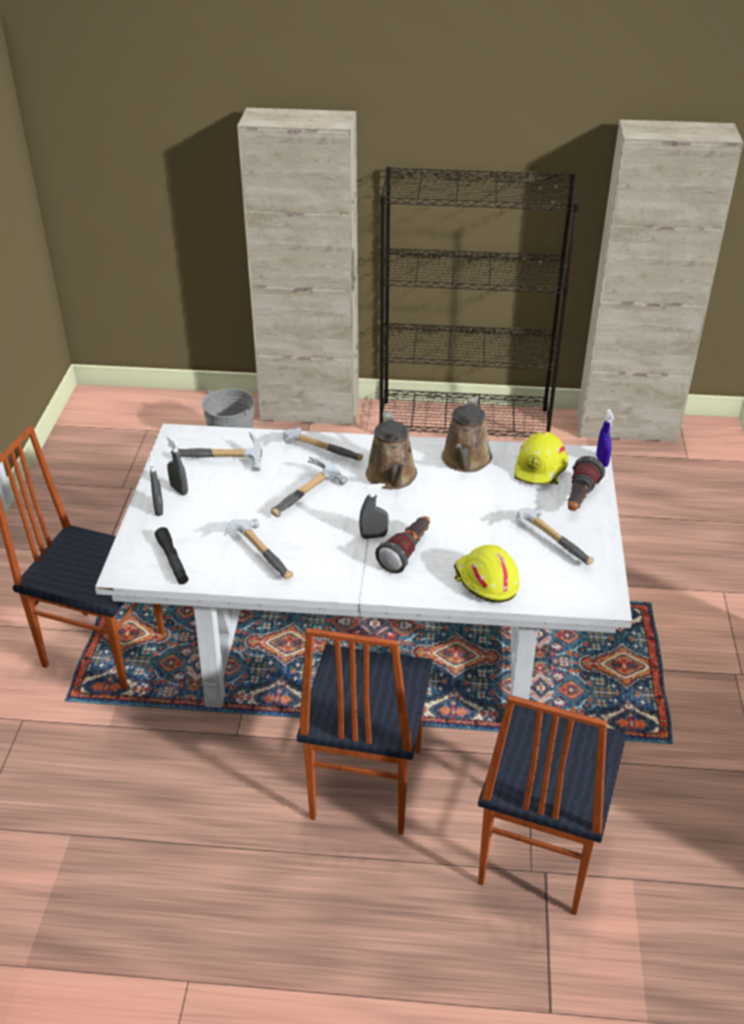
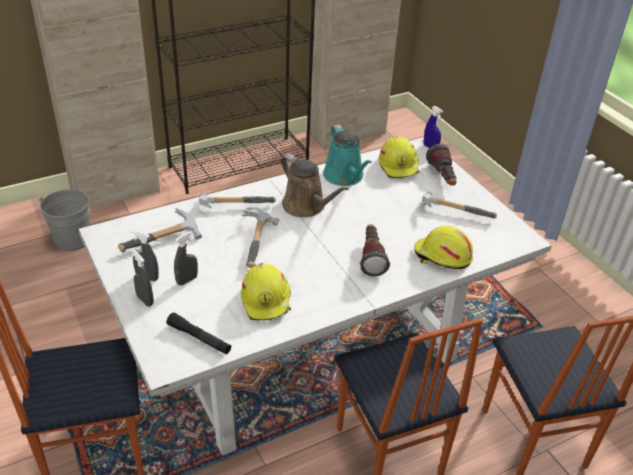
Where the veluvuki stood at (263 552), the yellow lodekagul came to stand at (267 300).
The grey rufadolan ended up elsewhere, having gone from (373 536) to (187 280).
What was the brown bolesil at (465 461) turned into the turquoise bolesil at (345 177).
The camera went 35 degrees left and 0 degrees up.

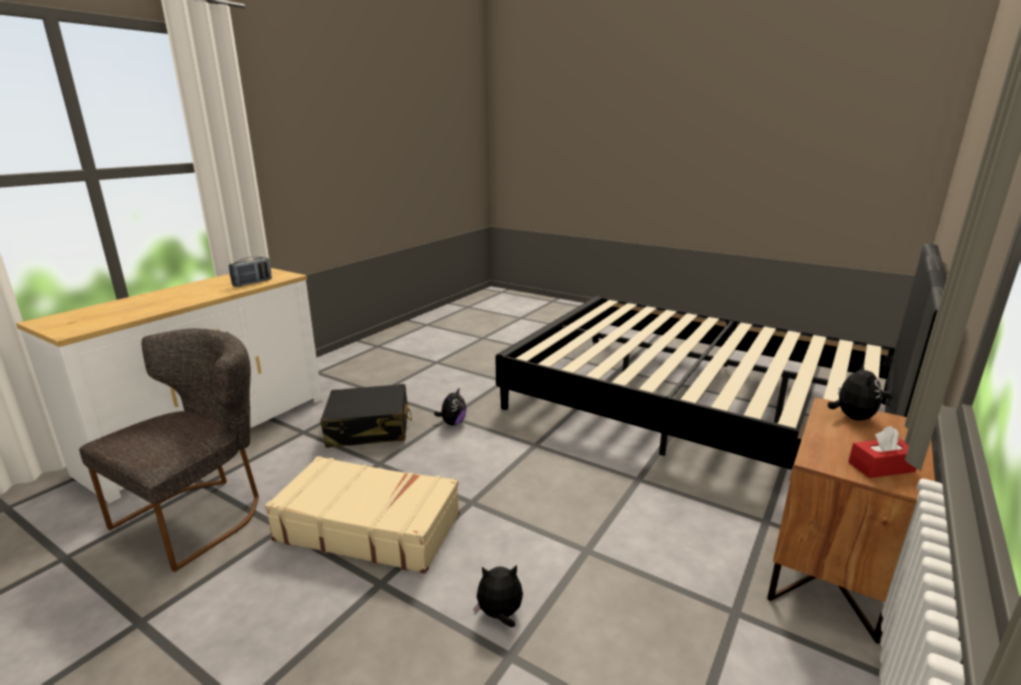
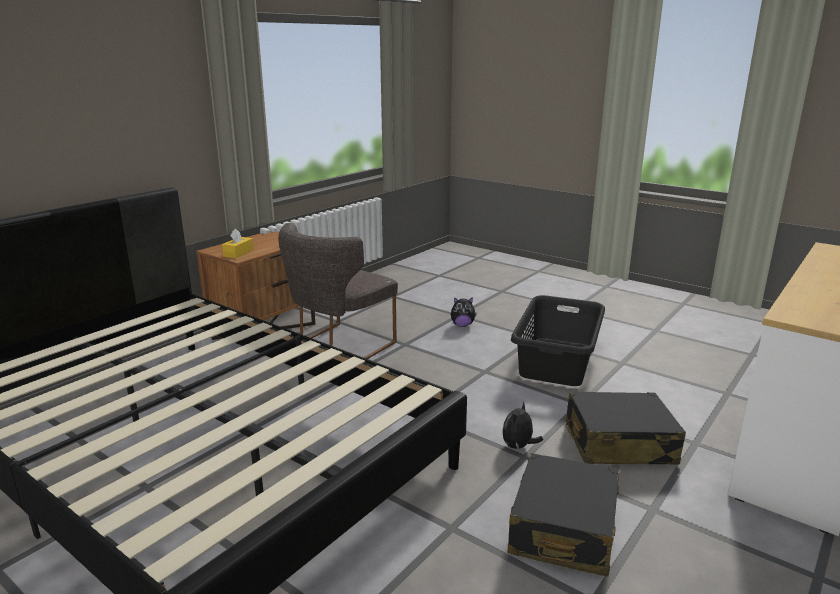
The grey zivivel ended up elsewhere, having gone from (200 514) to (339 347).
The second view lost the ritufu at (252 283).
Where the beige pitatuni stood at (369 526), the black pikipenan came to stand at (558 361).
Where the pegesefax stood at (851 417), the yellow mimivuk came to stand at (238 253).
The second view lost the red mimivuk at (881 467).
The second view gained the black pitatuni at (563 529).
The camera went 175 degrees left and 0 degrees up.

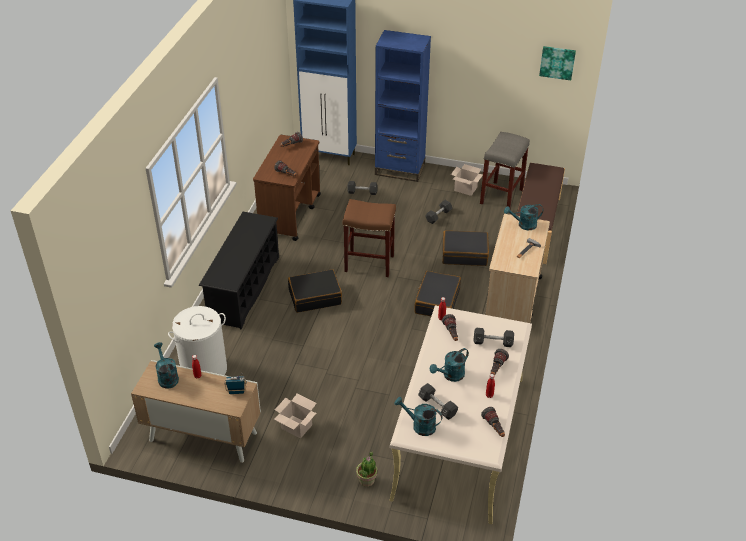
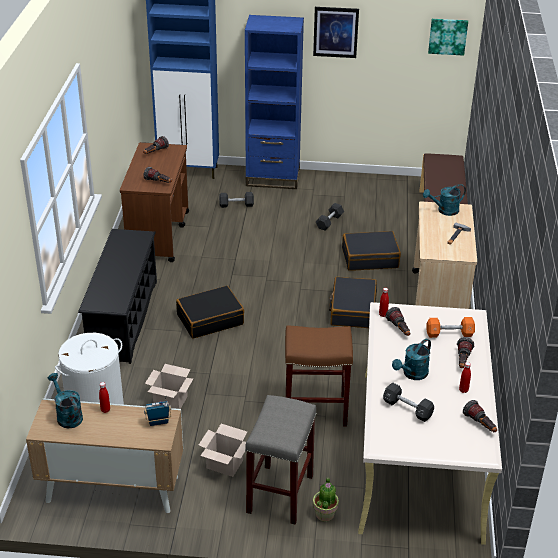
The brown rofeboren ended up elsewhere, having gone from (370 263) to (316 409).
The second view lost the turquoise bolesil at (419 426).
The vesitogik ended up elsewhere, having gone from (466 189) to (171 400).
What was the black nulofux at (493 342) turned into the orange nulofux at (449 334).
The grey rofeboren ended up elsewhere, having gone from (501 197) to (280 495).
The second view gained the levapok at (335 32).
The camera went 10 degrees left and 5 degrees down.

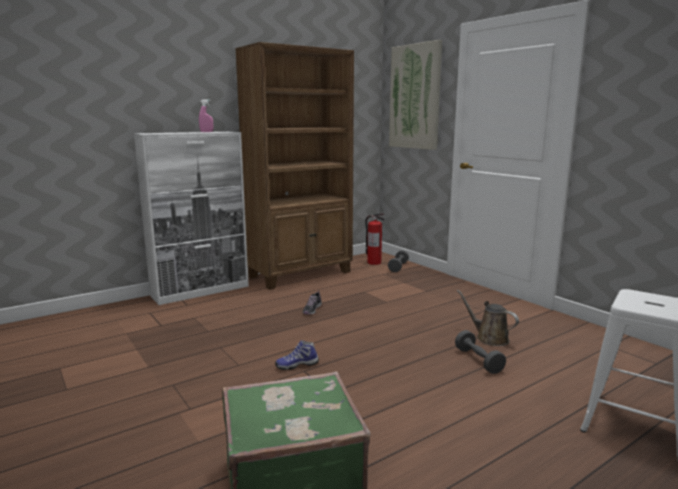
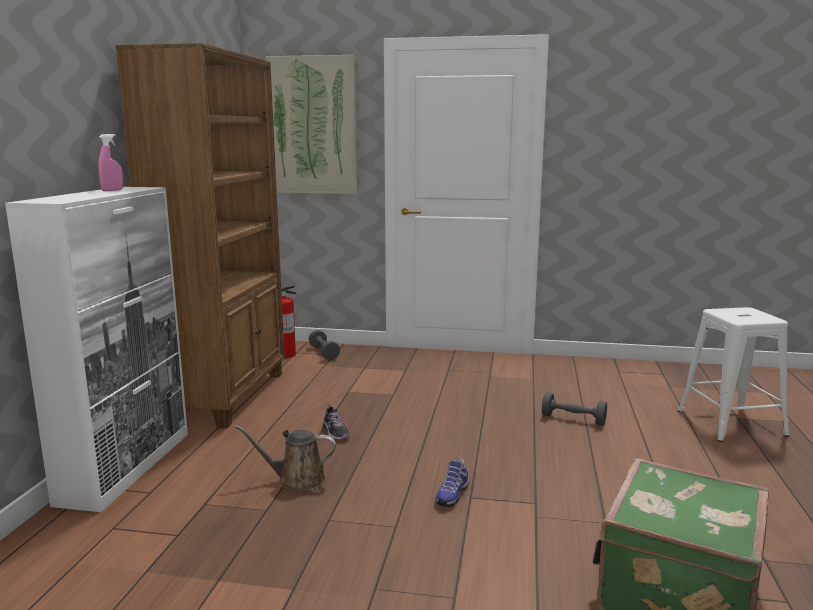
The brown bolesil ended up elsewhere, having gone from (489 338) to (297 480).
The camera went 45 degrees left and 0 degrees up.

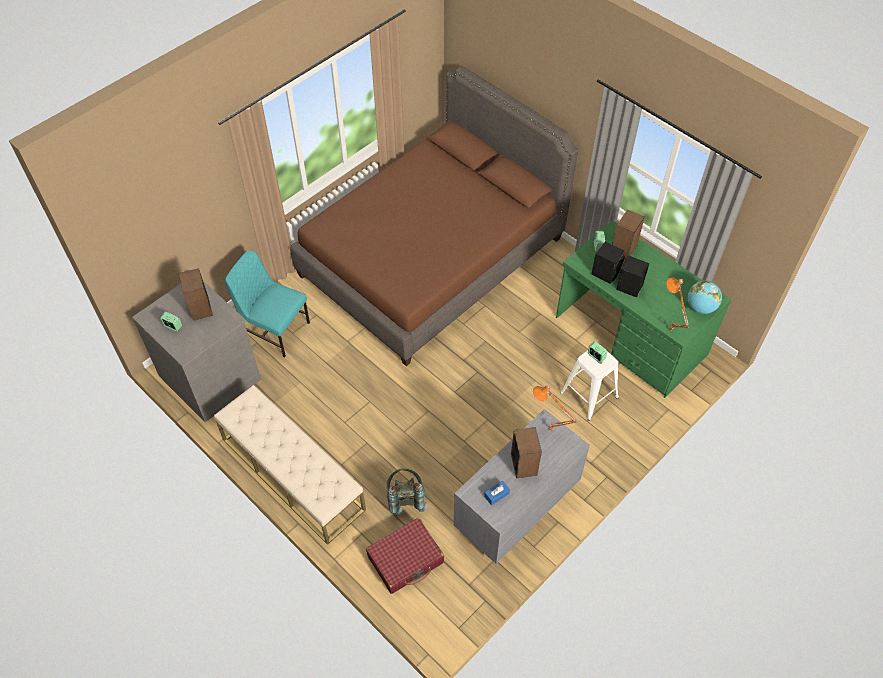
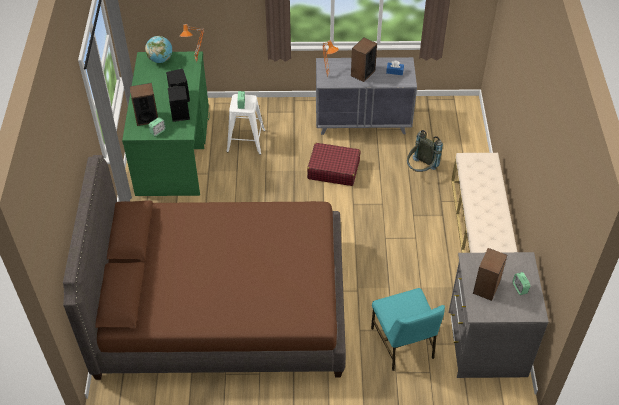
The red pitatuni ended up elsewhere, having gone from (406 559) to (333 169).
The camera went 135 degrees left and 5 degrees down.

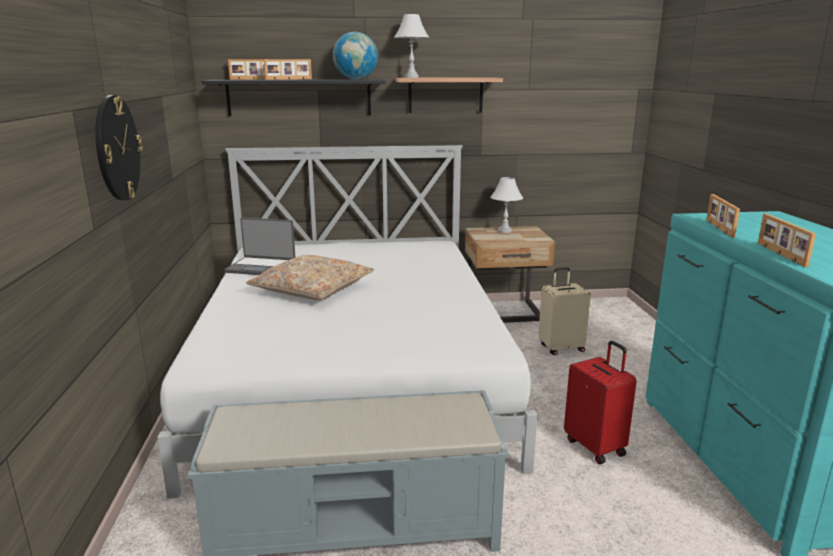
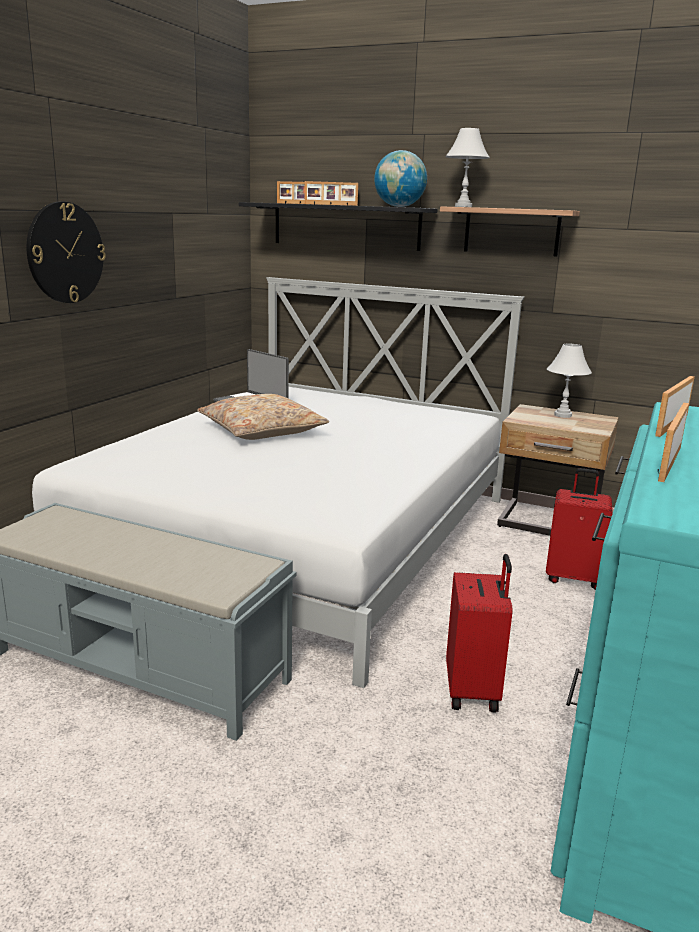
What was the beige pitatuni at (561 348) turned into the red pitatuni at (573 578).
The camera went 30 degrees right and 0 degrees up.

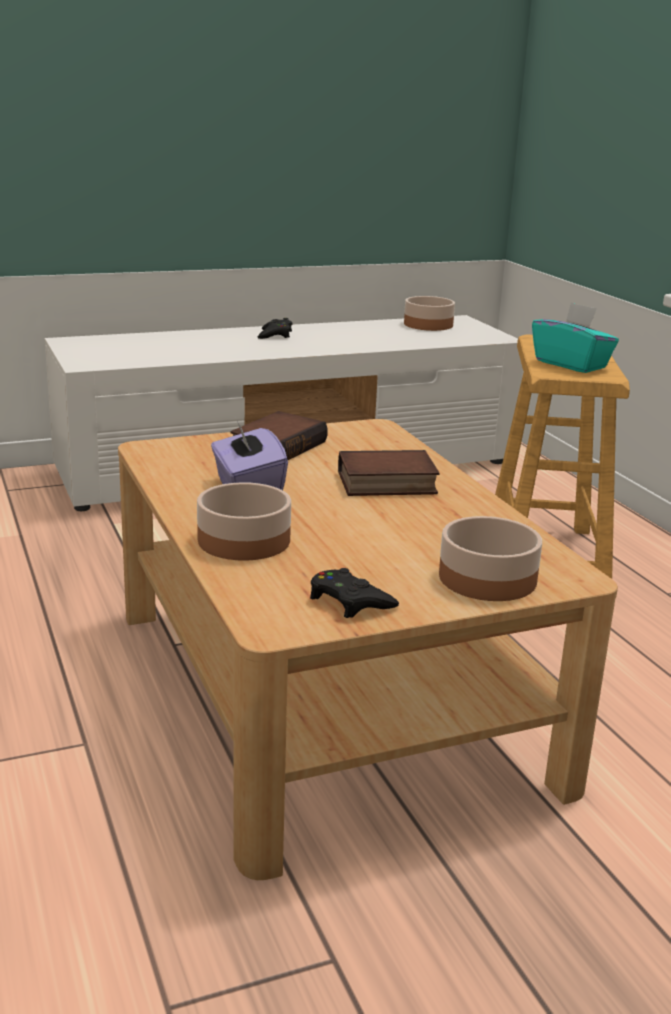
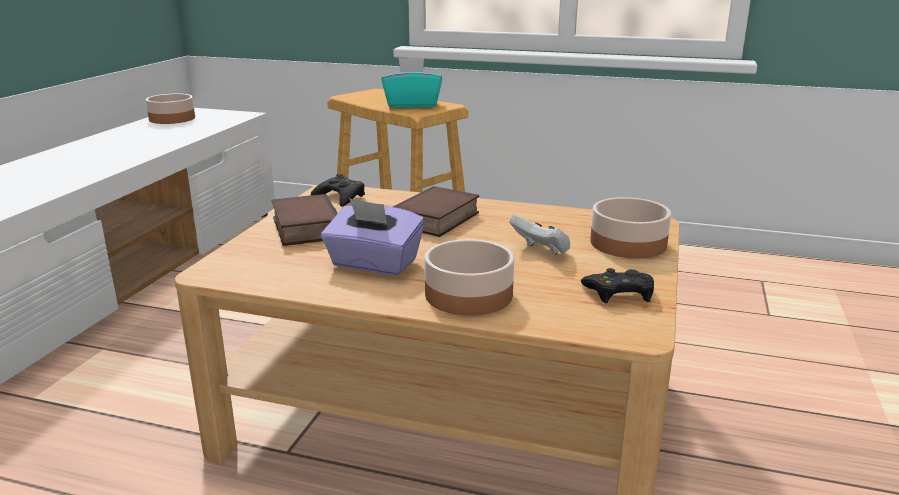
The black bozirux ended up elsewhere, having gone from (275 335) to (340 197).
The second view gained the white bozirux at (541 250).
The camera went 50 degrees left and 0 degrees up.

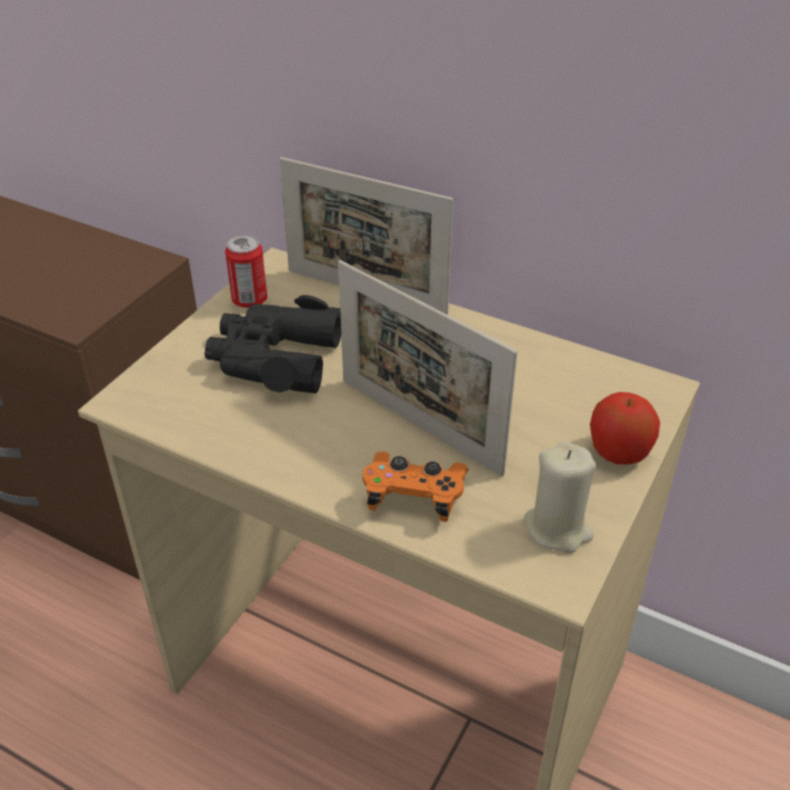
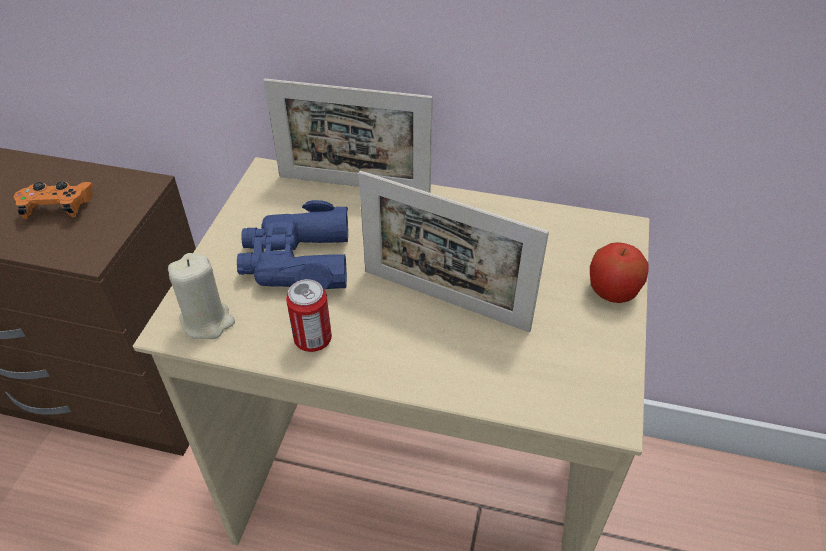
What was the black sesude at (274 358) turned into the blue sesude at (297 261).
The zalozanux ended up elsewhere, having gone from (249 300) to (313 339).
The orange bozirux ended up elsewhere, having gone from (414 497) to (58 208).
The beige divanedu ended up elsewhere, having gone from (558 528) to (207 321).
The camera went 15 degrees left and 5 degrees up.

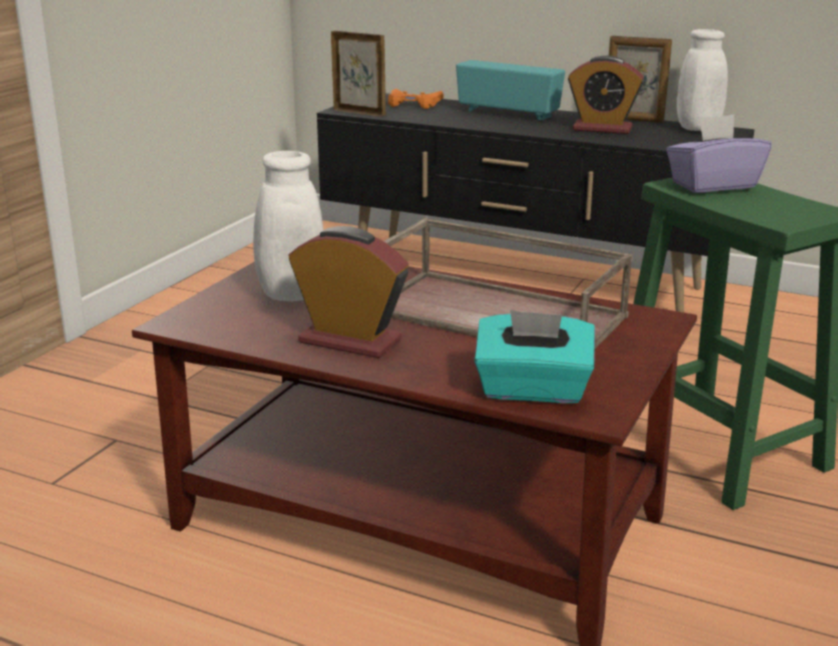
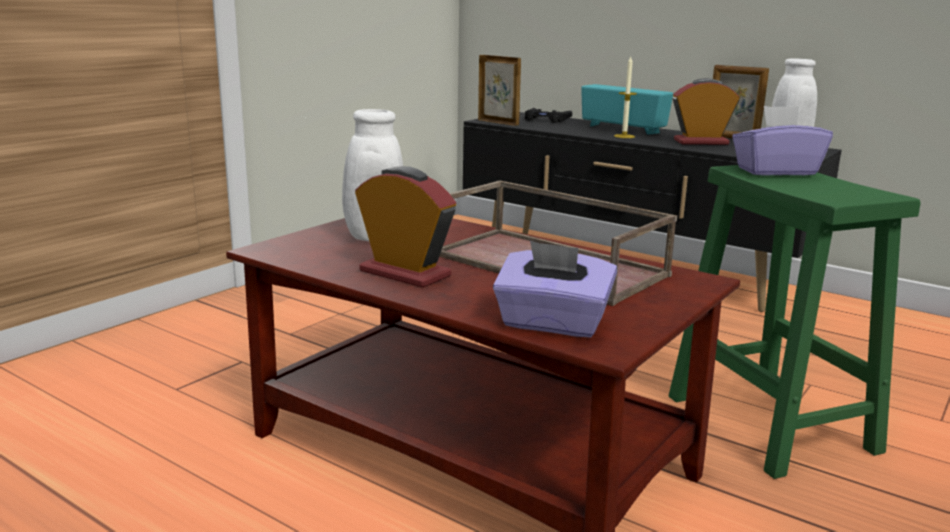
What was the orange bozirux at (413 104) turned into the black bozirux at (546 120).
What was the turquoise mimivuk at (532 390) turned into the purple mimivuk at (552 324).
The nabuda at (602 129) ended up facing another way, 150 degrees clockwise from before.
The second view gained the divanedu at (624 136).
The camera went 10 degrees right and 5 degrees down.

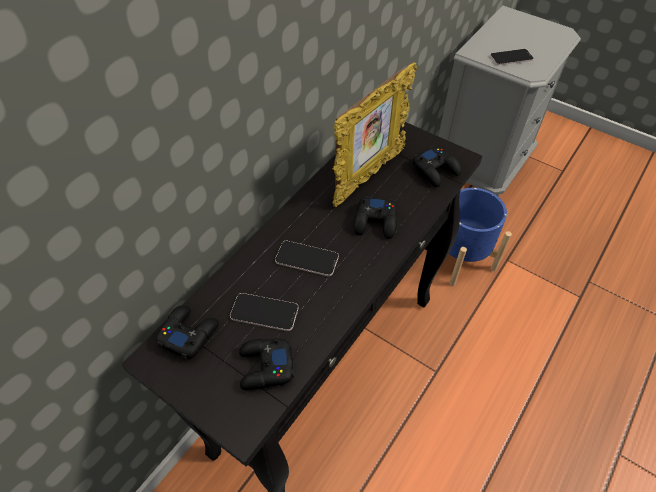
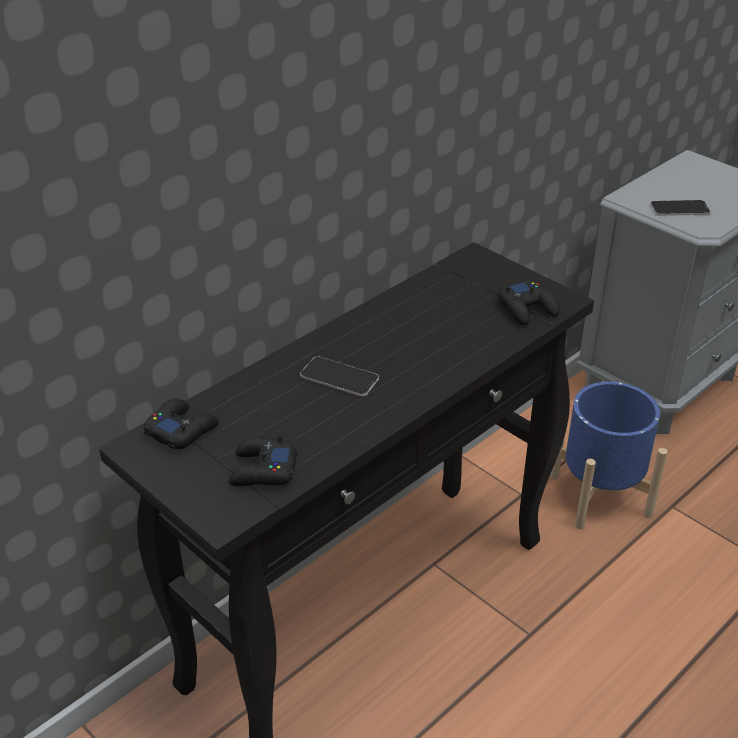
The second view lost the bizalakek at (264 312).
The second view lost the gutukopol at (368 176).
The second view lost the black bozirux at (376 222).
The camera went 10 degrees right and 15 degrees down.

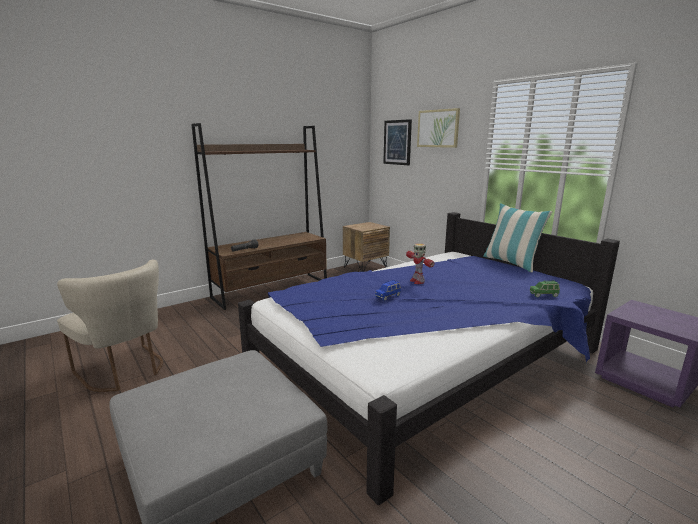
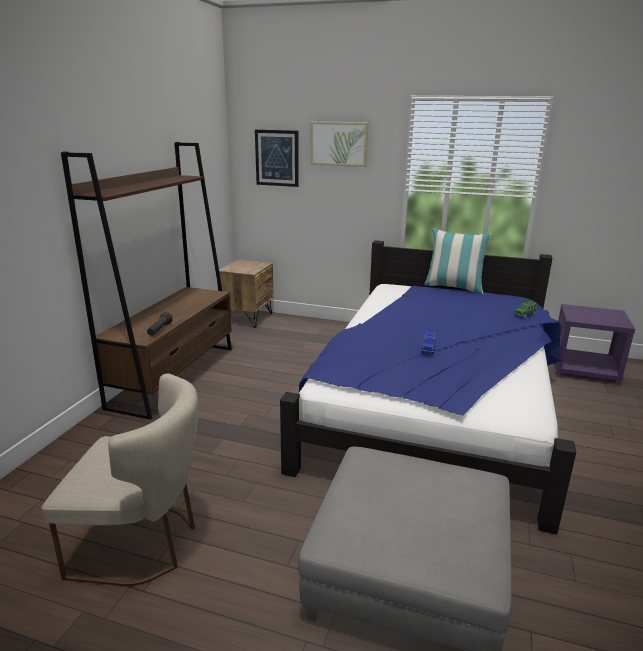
The second view lost the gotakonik at (417 281).
The camera went 35 degrees left and 5 degrees up.

